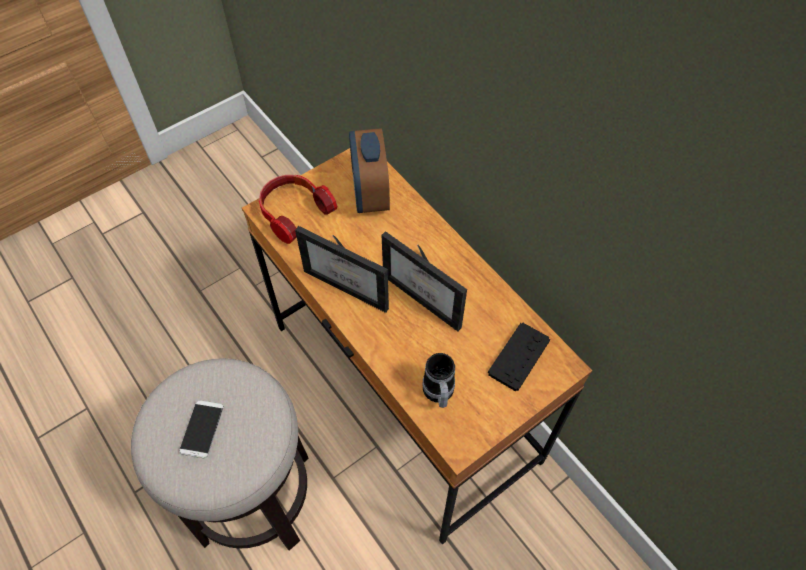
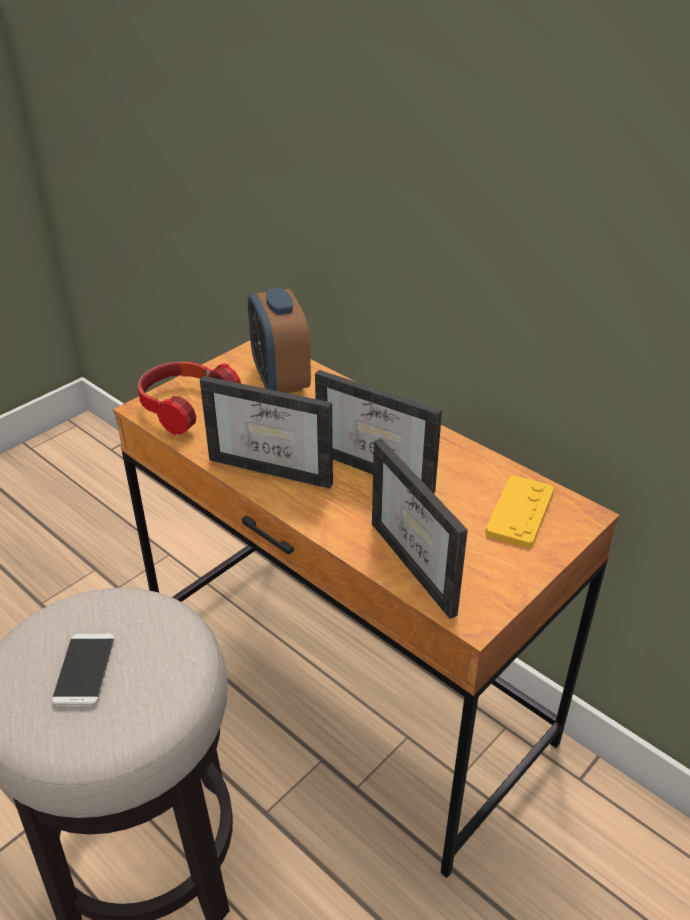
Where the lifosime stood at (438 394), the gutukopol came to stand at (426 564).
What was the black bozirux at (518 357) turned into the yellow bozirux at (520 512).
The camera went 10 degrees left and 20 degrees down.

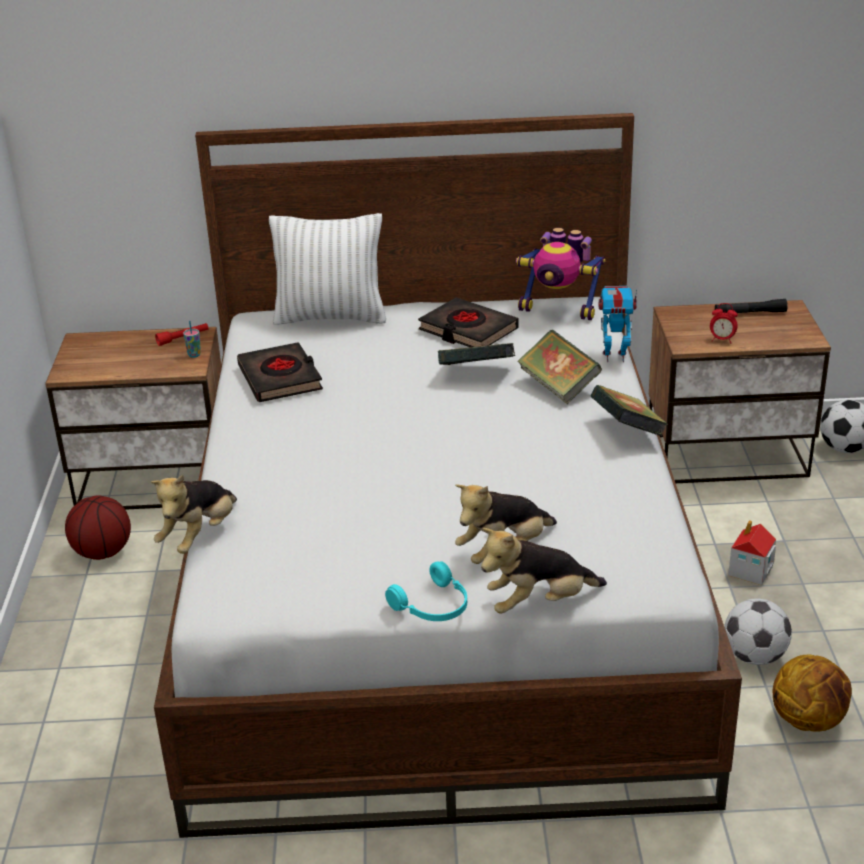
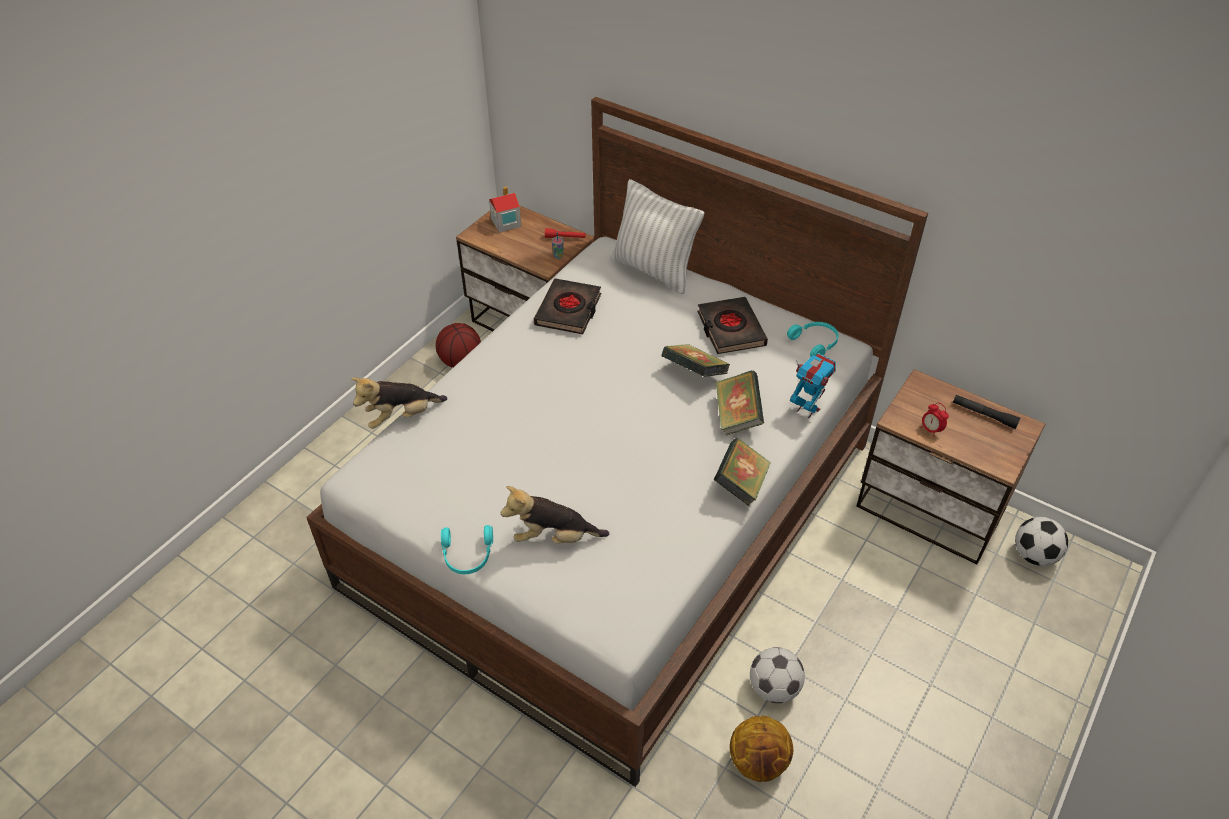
The second view lost the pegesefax at (539 603).
Where the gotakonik stood at (559 310), the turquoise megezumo came to stand at (815 343).
The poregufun ended up elsewhere, having gone from (750 571) to (505 223).
The camera went 35 degrees right and 15 degrees up.

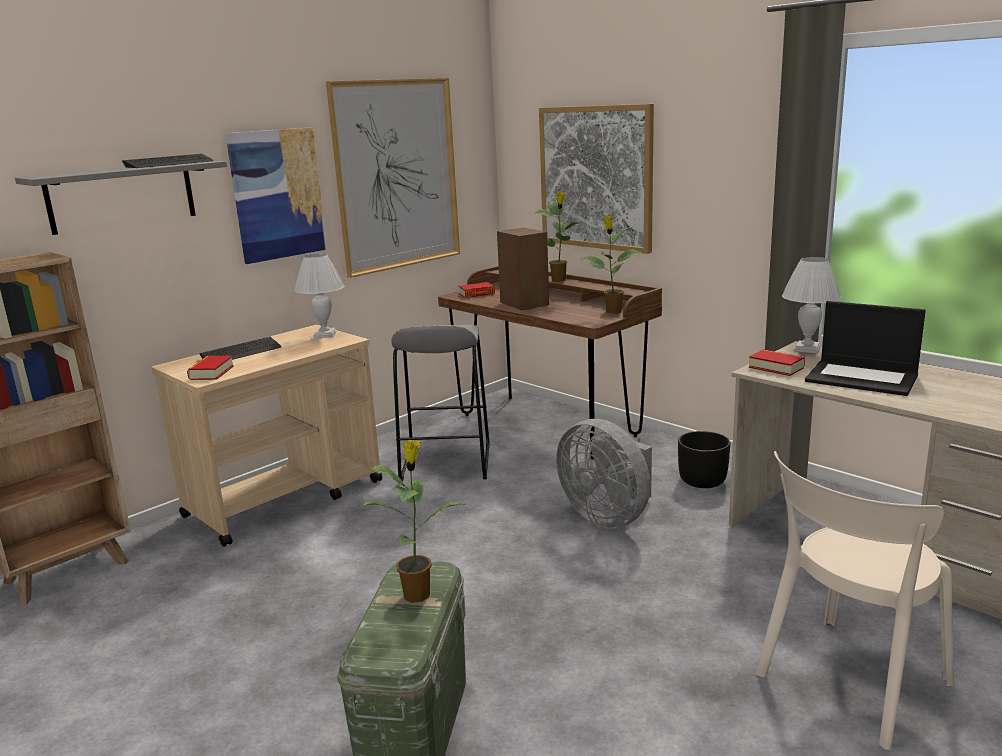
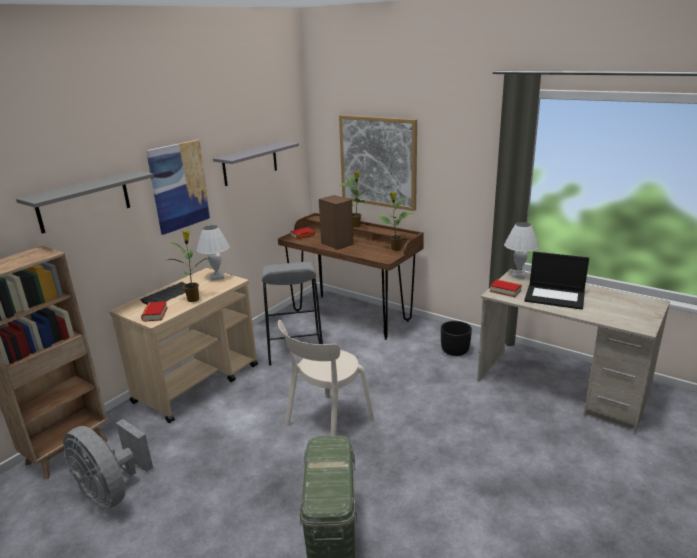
The second view lost the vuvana at (169 164).
Where the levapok hung at (397 175), the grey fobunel came to hang at (250 163).
The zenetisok ended up elsewhere, having gone from (418 594) to (194 299).
The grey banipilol ended up elsewhere, having gone from (608 516) to (112 492).
The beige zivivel ended up elsewhere, having gone from (848 683) to (327 424).
The camera went 10 degrees left and 5 degrees up.

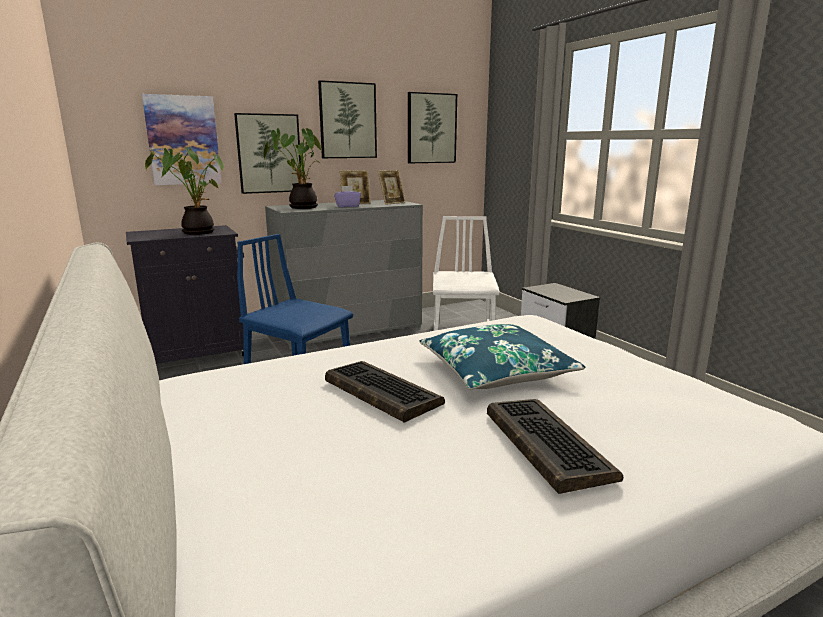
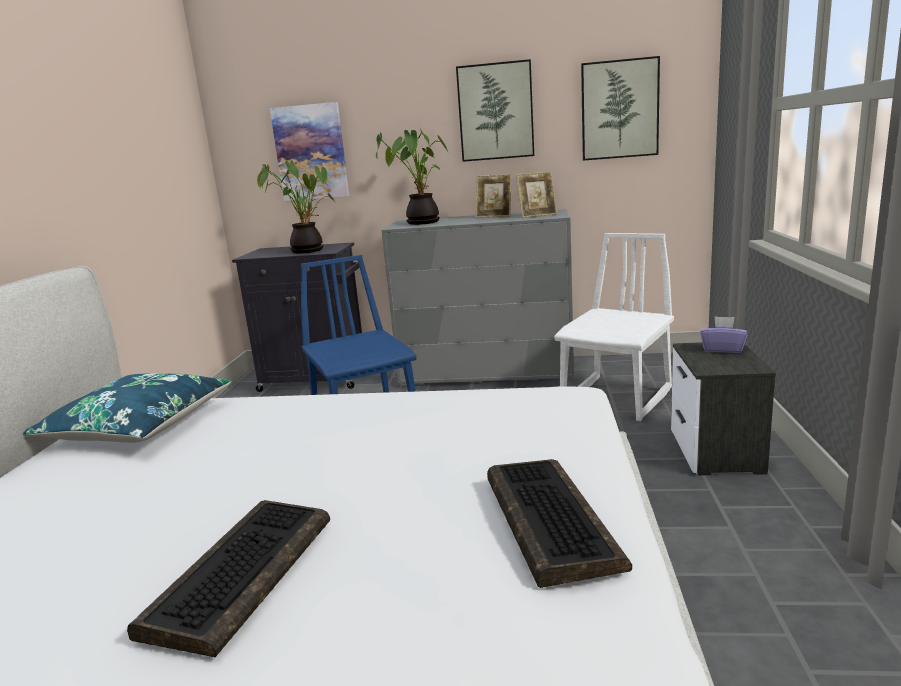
The second view lost the levapok at (269 153).
The vuvana ended up elsewhere, having gone from (380 392) to (547 519).
The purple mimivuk ended up elsewhere, having gone from (347 206) to (722 349).
The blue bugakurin ended up elsewhere, having gone from (495 371) to (139 425).
The camera went 35 degrees right and 0 degrees up.

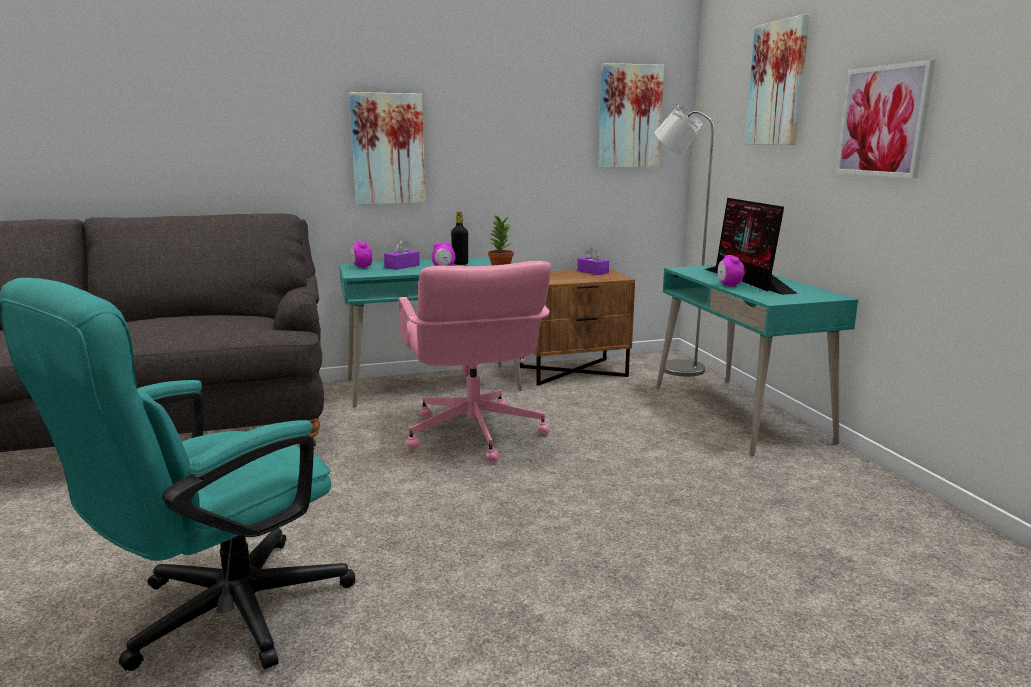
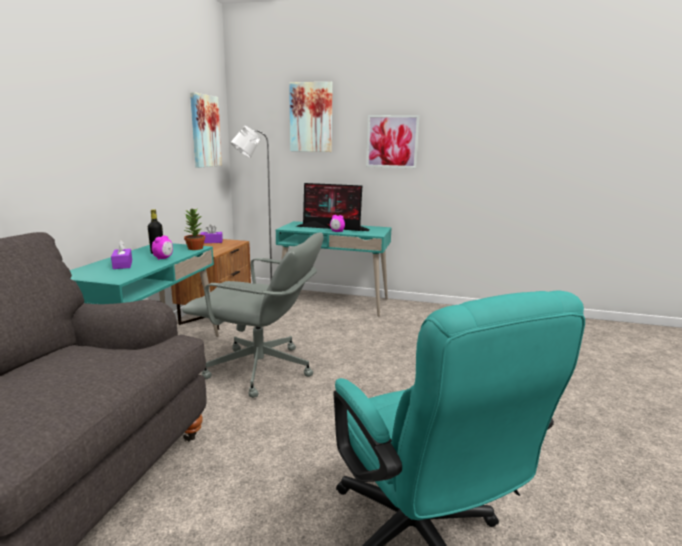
The second view lost the levapok at (388 149).
The second view lost the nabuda at (362 267).
What was the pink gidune at (473 434) turned into the grey gidune at (260 370).
The camera went 60 degrees left and 0 degrees up.

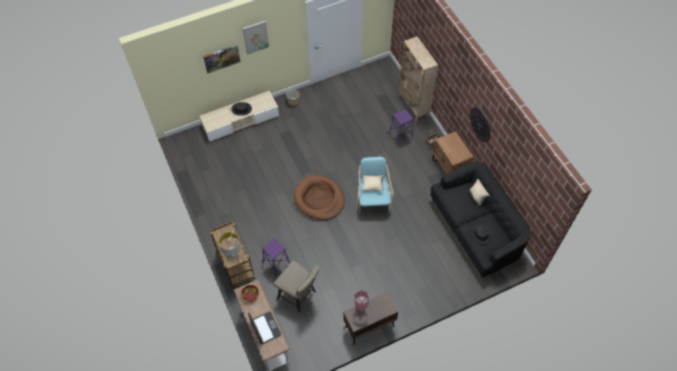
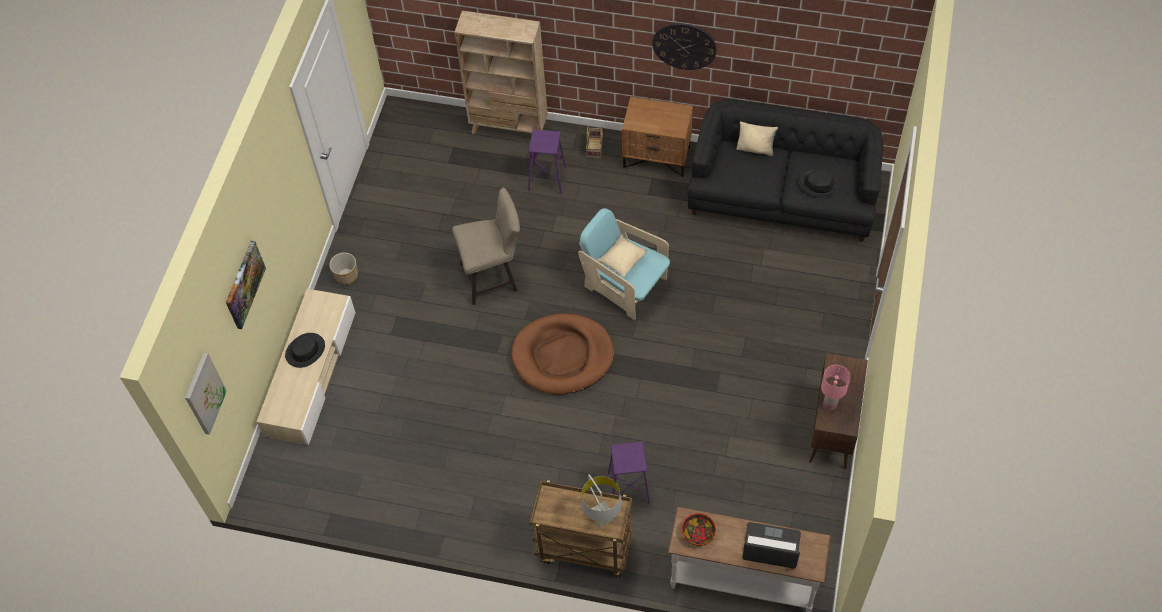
The levapok ended up elsewhere, having gone from (255 37) to (204 393).
The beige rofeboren ended up elsewhere, having gone from (299 296) to (493 276).
The camera went 50 degrees left and 0 degrees up.

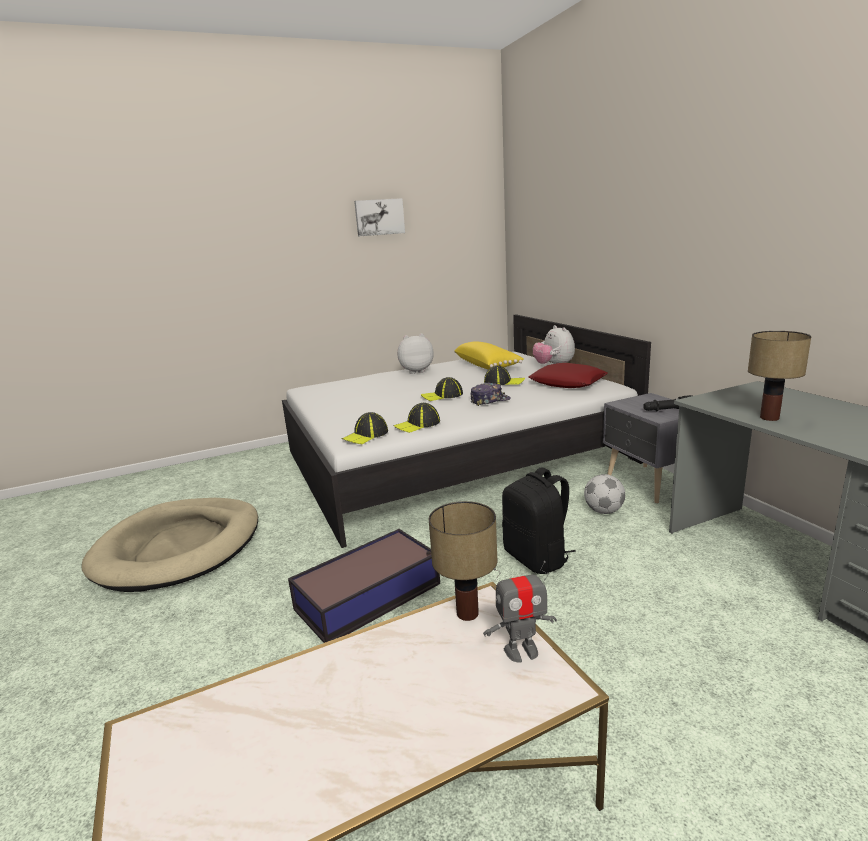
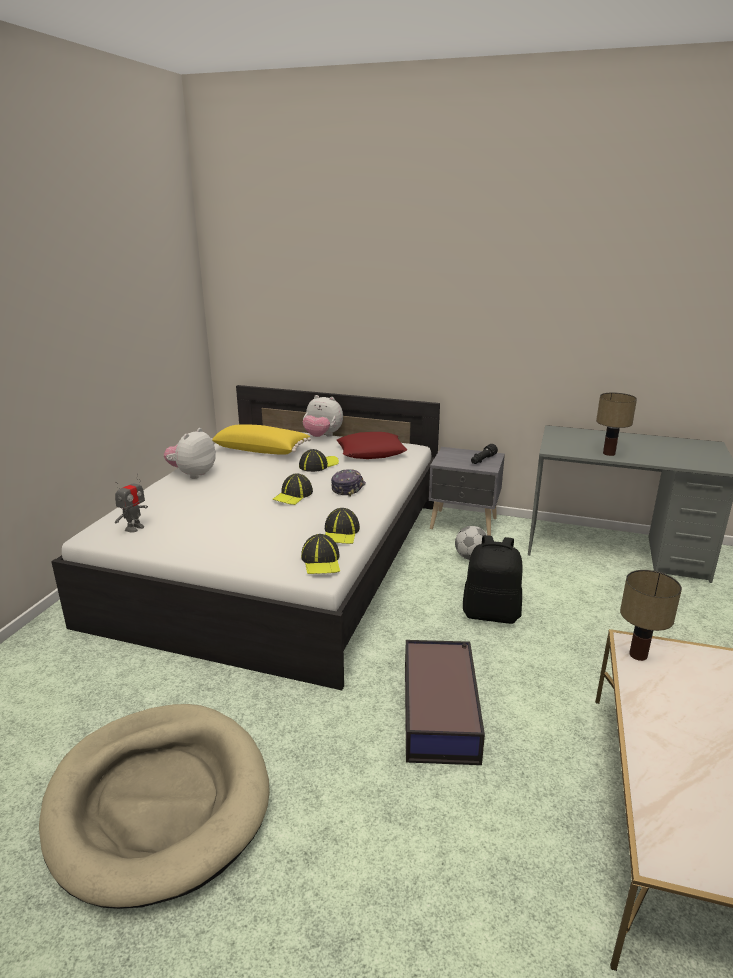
The second view lost the levapok at (379 217).
The gotakonik ended up elsewhere, having gone from (521 651) to (134 528).
The camera went 50 degrees left and 5 degrees up.

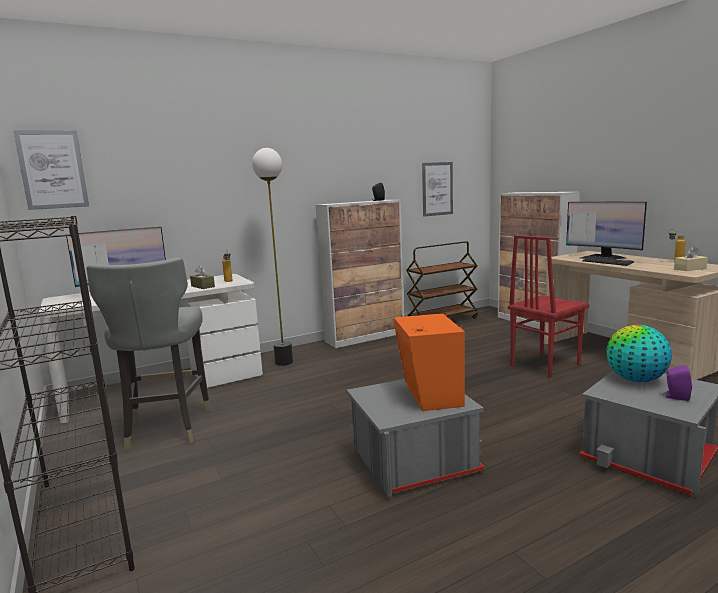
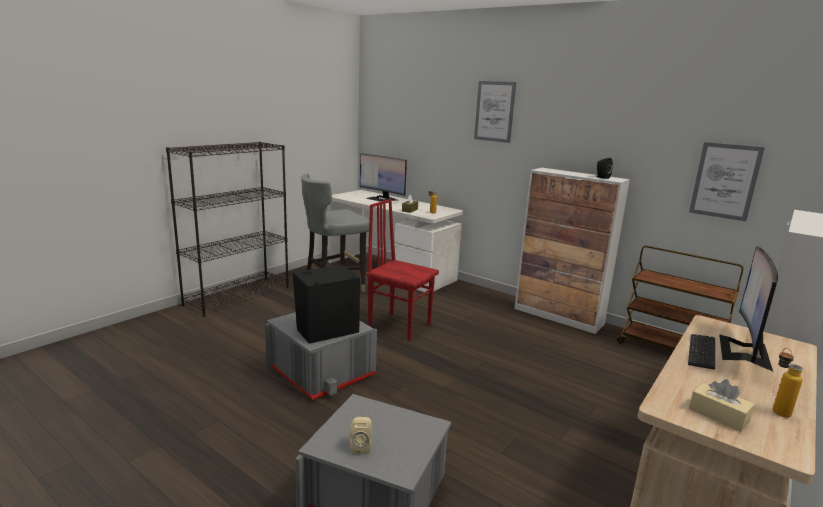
The levapok ended up elsewhere, having gone from (52 169) to (494 111).
The second view lost the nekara at (284 362).
What was the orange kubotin at (430 395) turned into the black kubotin at (325 330).
The red zivivel ended up elsewhere, having gone from (543 365) to (399 325).
The second view lost the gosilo at (635 380).
What was the purple kubotin at (675 397) turned into the beige kubotin at (361 446).
The camera went 65 degrees right and 5 degrees up.

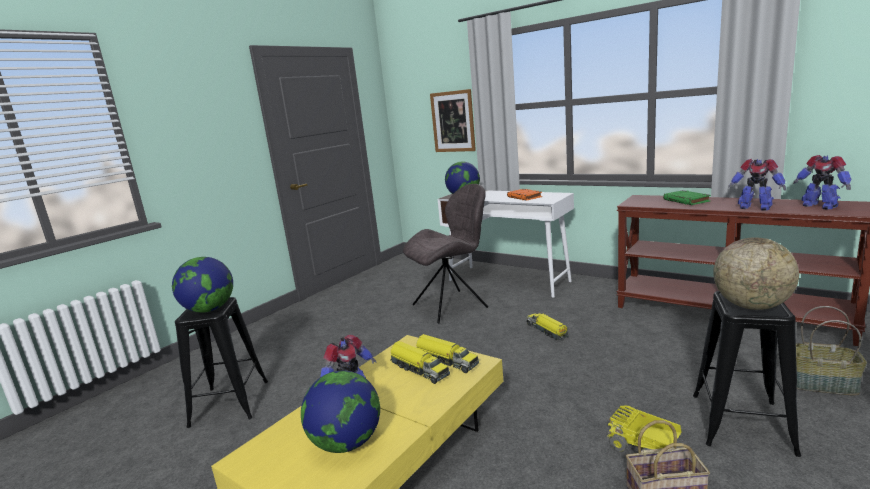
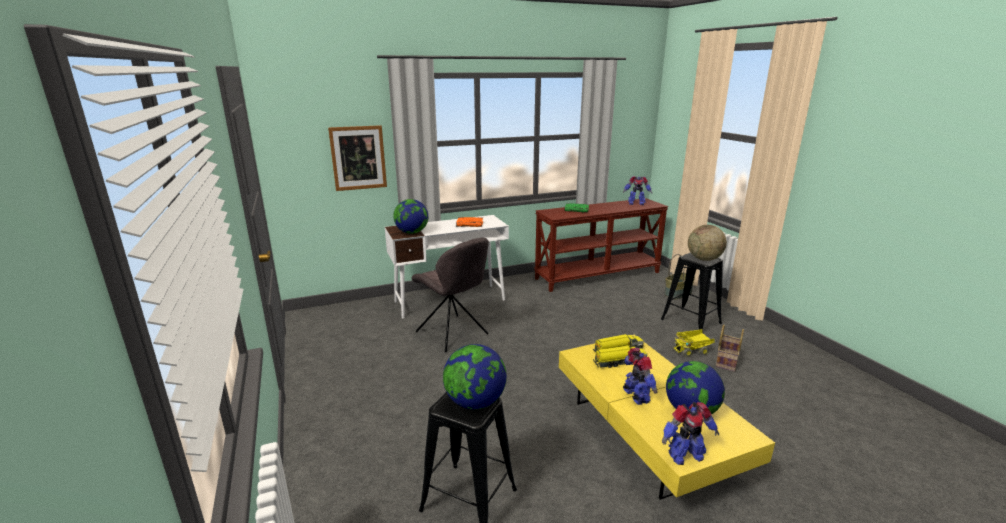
The grey zivivel at (452 305) ended up facing another way, 135 degrees clockwise from before.
The second view lost the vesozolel at (547 331).
The gotakonik ended up elsewhere, having gone from (754 207) to (684 455).
The camera went 60 degrees left and 5 degrees up.

